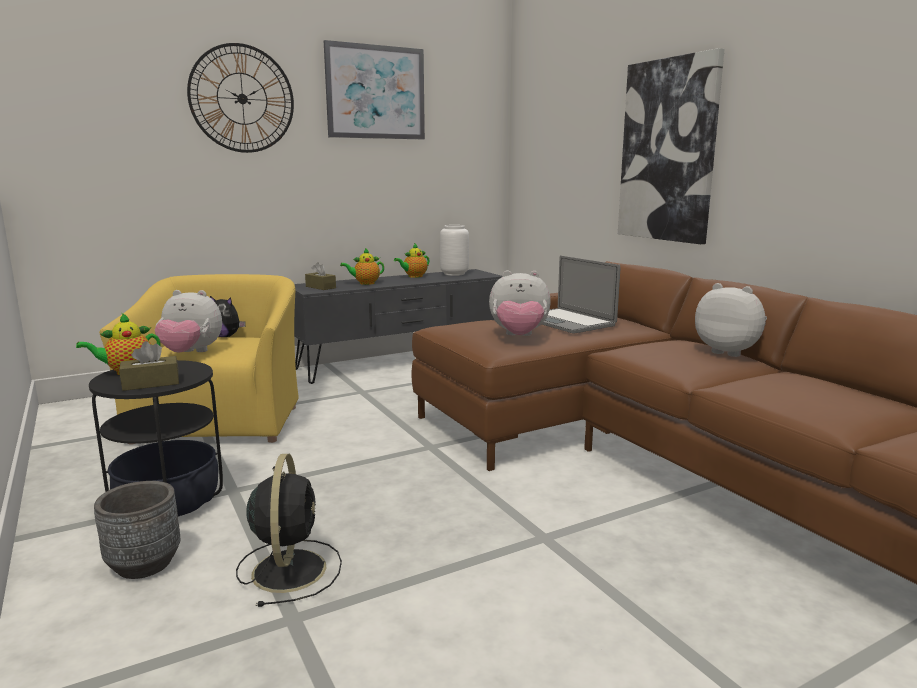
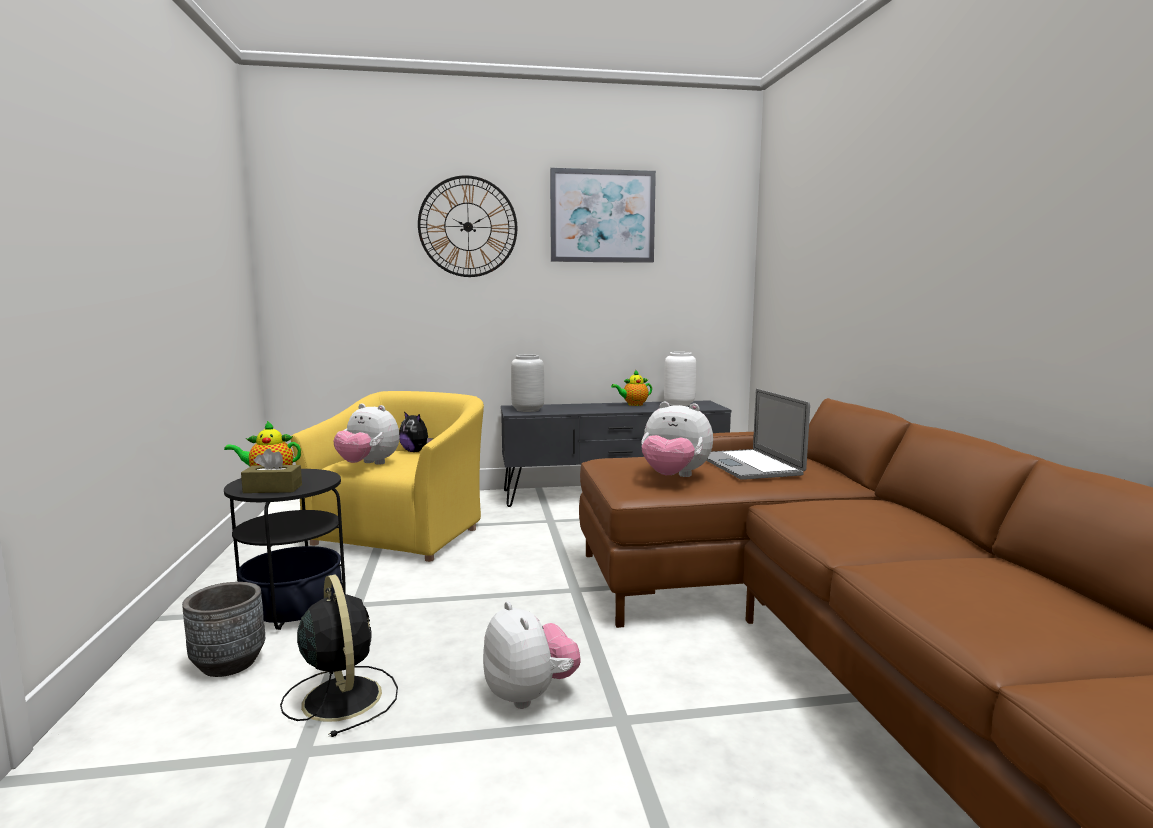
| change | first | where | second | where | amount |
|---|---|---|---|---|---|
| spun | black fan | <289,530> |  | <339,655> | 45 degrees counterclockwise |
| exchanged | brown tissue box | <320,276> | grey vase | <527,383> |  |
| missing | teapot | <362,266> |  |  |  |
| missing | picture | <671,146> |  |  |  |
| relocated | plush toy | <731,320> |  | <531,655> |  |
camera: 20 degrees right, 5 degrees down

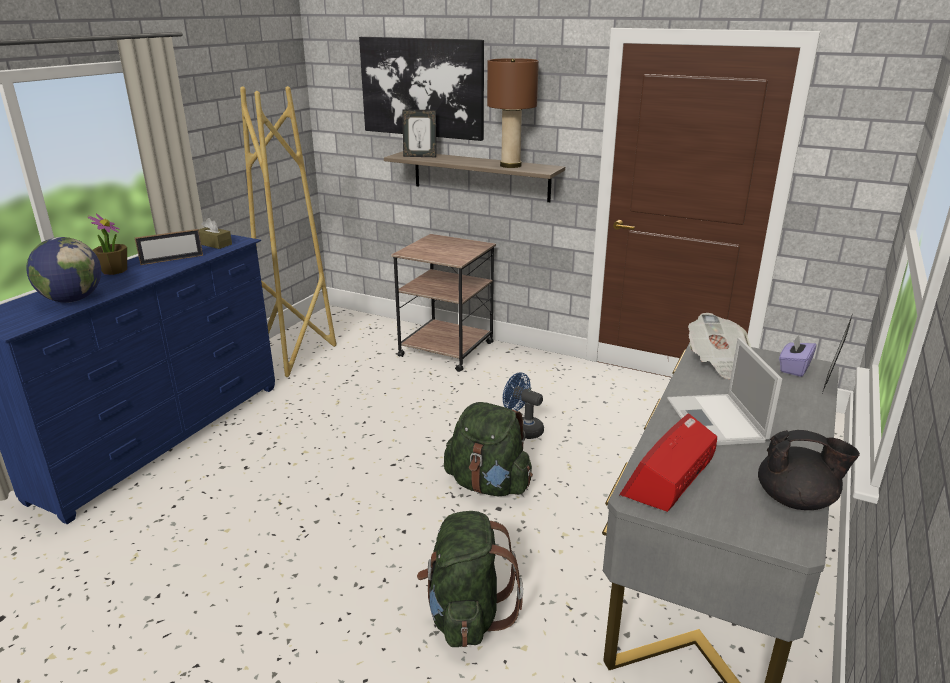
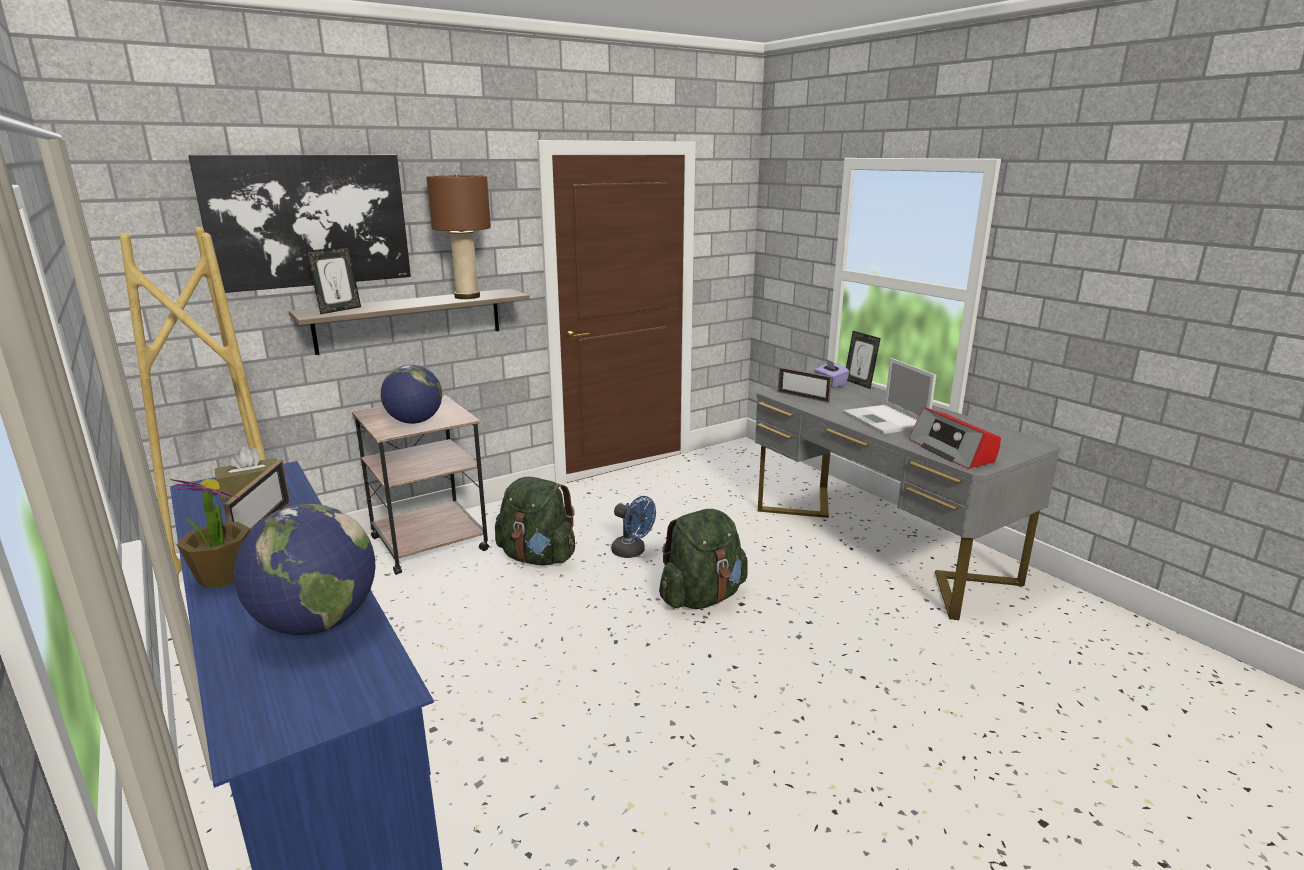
| change | first | where | second | where | amount |
|---|---|---|---|---|---|
| relocated | green backpack | <470,579> |  | <535,521> |  |
| spun | blue fan | <523,405> |  | <634,527> | 120 degrees counterclockwise |
| spun | laptop | <724,392> |  | <890,396> | 45 degrees clockwise |
| exchanged | newspaper | <719,346> | picture frame | <805,385> |  |
| missing | black teapot | <809,470> |  |  |  |
| appeared |  |  | globe | <411,394> |  |
camera: 60 degrees left, 5 degrees down

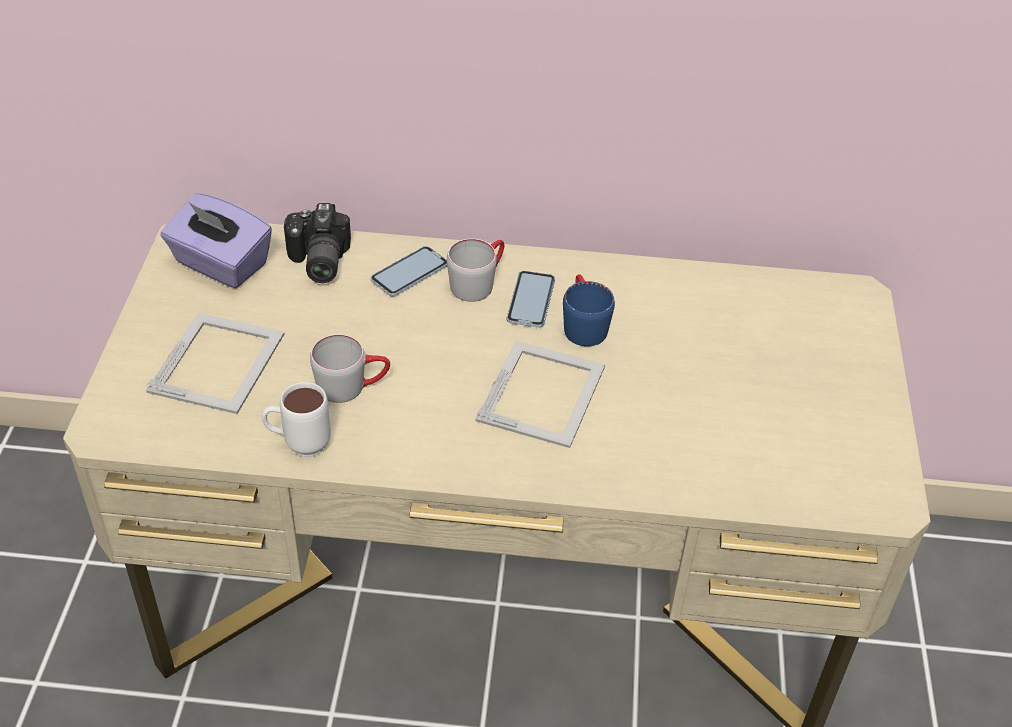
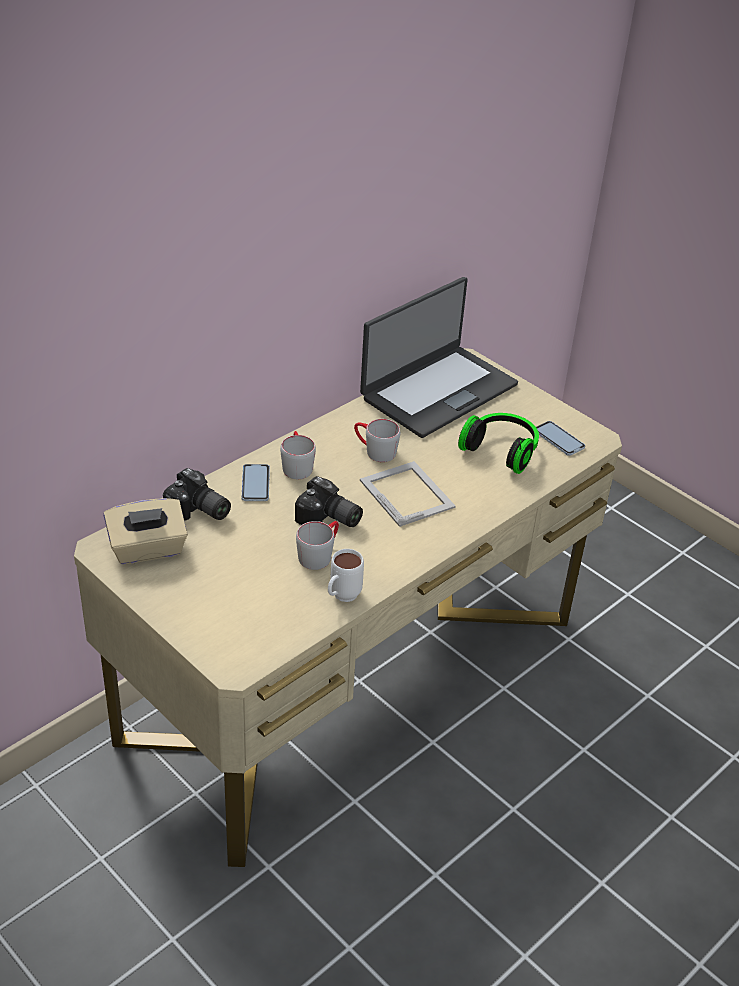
| change | first | where | second | where | amount |
|---|---|---|---|---|---|
| missing | picture frame | <215,363> |  |  |  |
| colour | purple tissue box | <216,240> | beige tissue box | <146,531> |  |
| relocated | phone | <531,299> |  | <560,438> |  |
| colour | blue mug | <589,310> | grey mug | <377,440> |  |
| appeared |  |  | photo camera | <329,501> |  |
| appeared |  |  | laptop | <439,357> |  |
| appeared |  |  | headphones | <498,443> |  |
camera: 50 degrees left, 5 degrees down

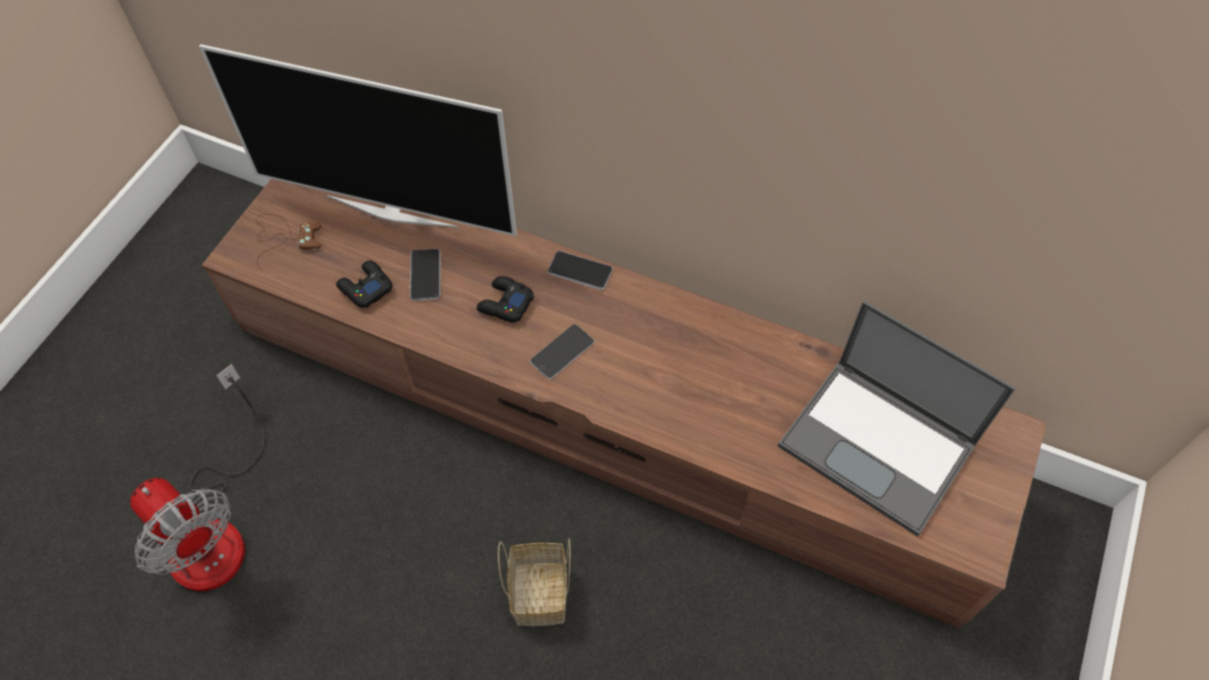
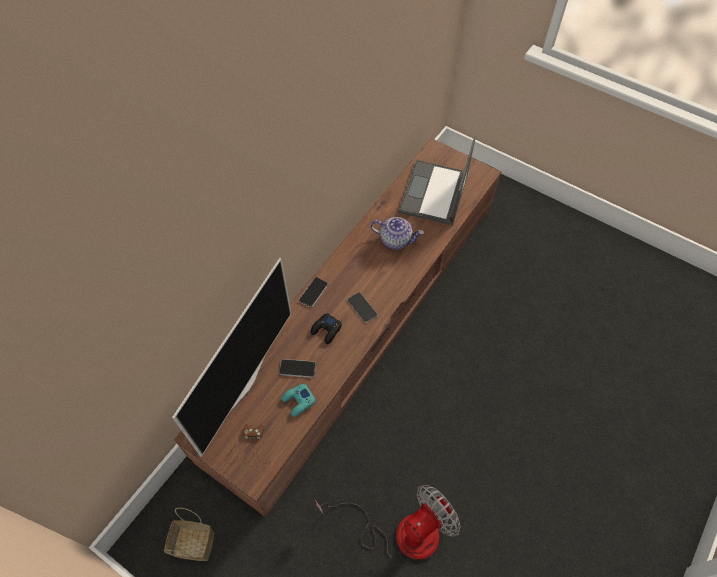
| change | first | where | second | where | amount |
|---|---|---|---|---|---|
| colour | black game controller | <364,284> | turquoise game controller | <299,400> |  |
| relocated | basket | <534,582> |  | <189,534> |  |
| spun | laptop | <897,419> |  | <437,181> | 150 degrees clockwise |
| appeared |  |  | teapot | <397,233> |  |
camera: 80 degrees left, 0 degrees up

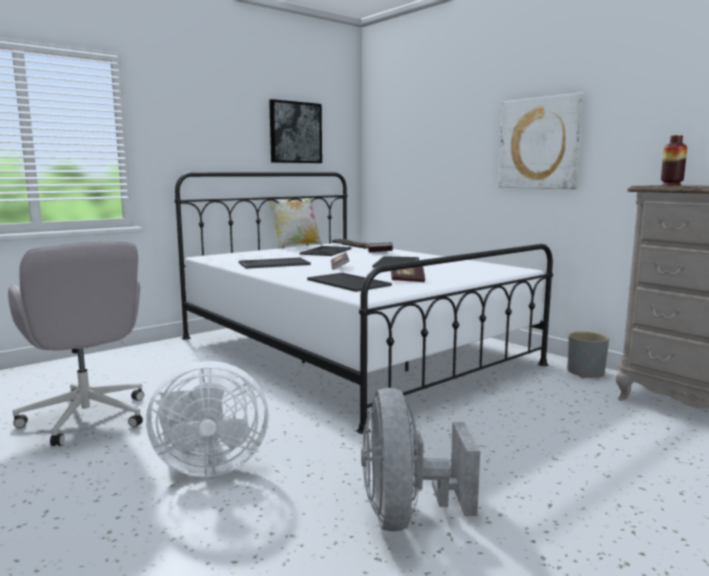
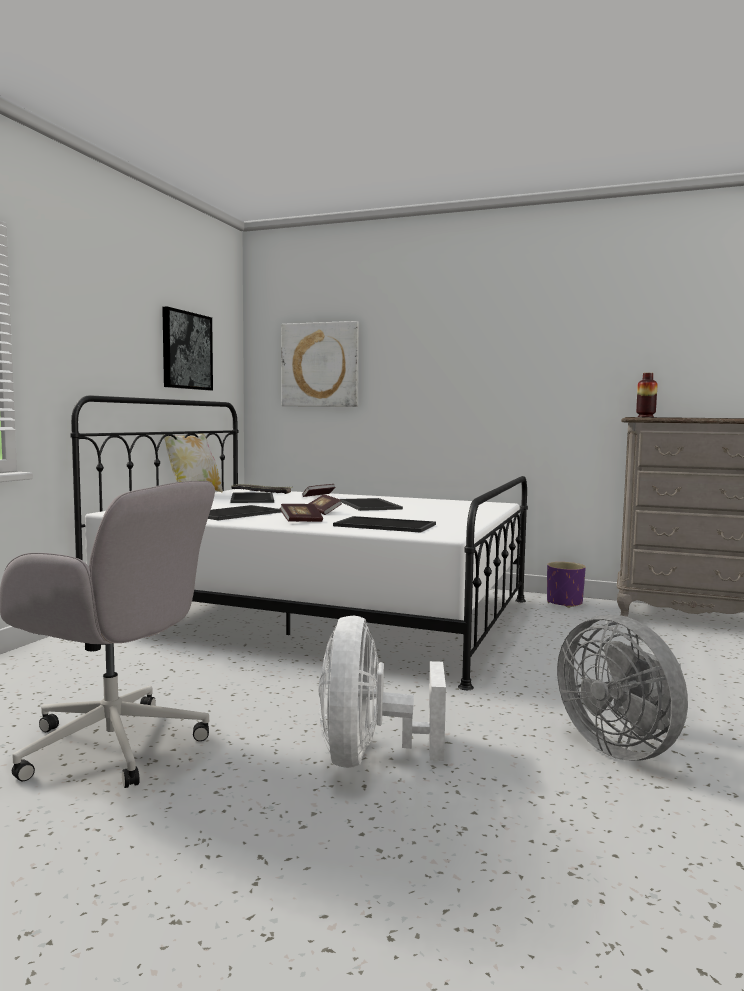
| change | first | where | second | where | amount |
|---|---|---|---|---|---|
| spun | white fan | <207,419> |  | <382,692> | 135 degrees clockwise |
| relocated | book | <408,274> |  | <301,513> |  |
| relocated | picture | <541,141> |  | <320,364> |  |
| colour | grey planter | <588,354> | purple planter | <566,585> |  |
camera: 30 degrees left, 5 degrees down

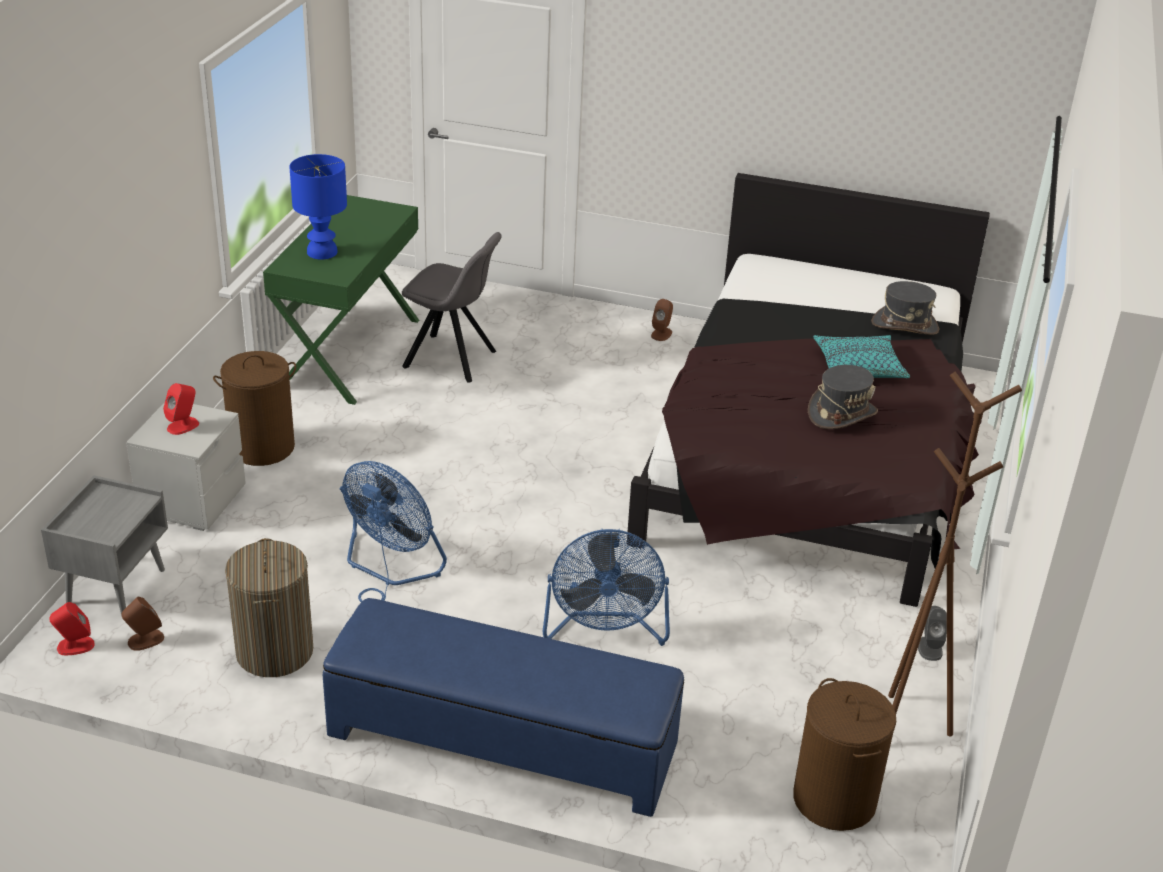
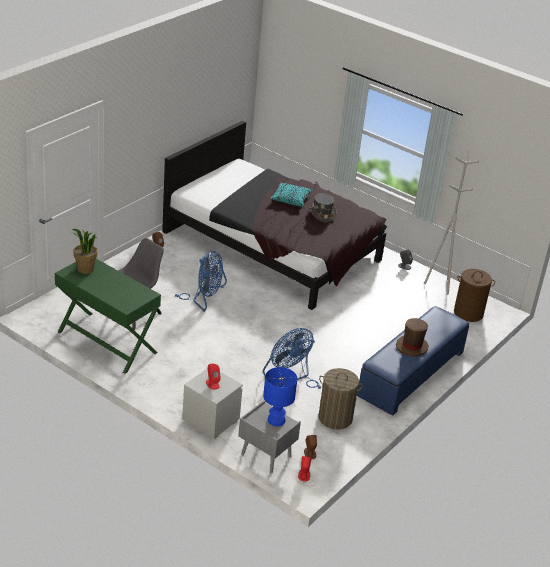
| change | first | where | second | where | amount |
|---|---|---|---|---|---|
| missing | brown laundry basket | <254,408> |  |  |  |
| relocated | blue table lamp | <318,207> |  | <280,396> |  |
| relocated | blue fan | <606,587> |  | <201,281> |  |
| missing | grey hat | <905,308> |  |  |  |
| colour | brown clothes rack | <955,554> | grey clothes rack | <451,222> |  |
| appeared |  |  | potted plant | <84,251> |  |
| appeared |  |  | brown hat | <412,337> |  |
camera: 70 degrees left, 0 degrees up

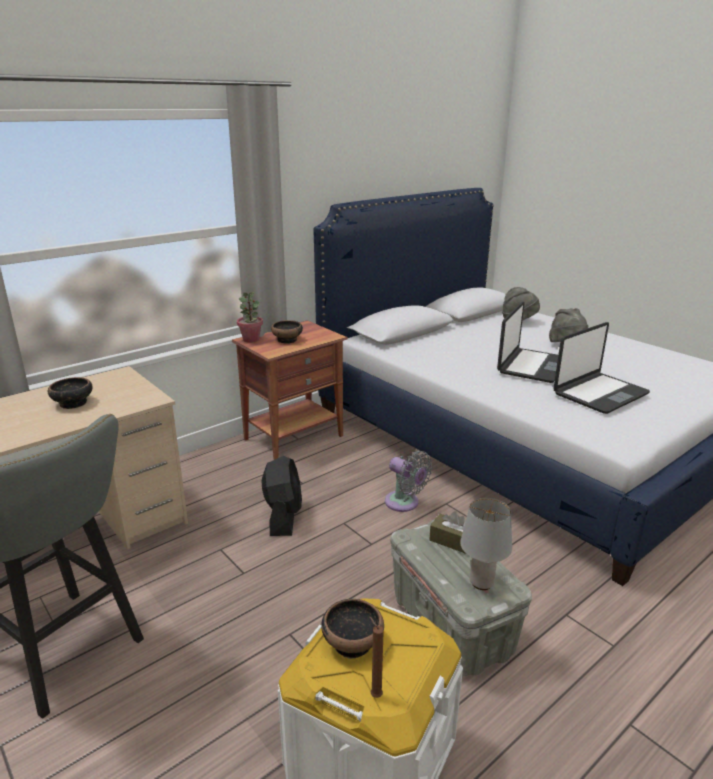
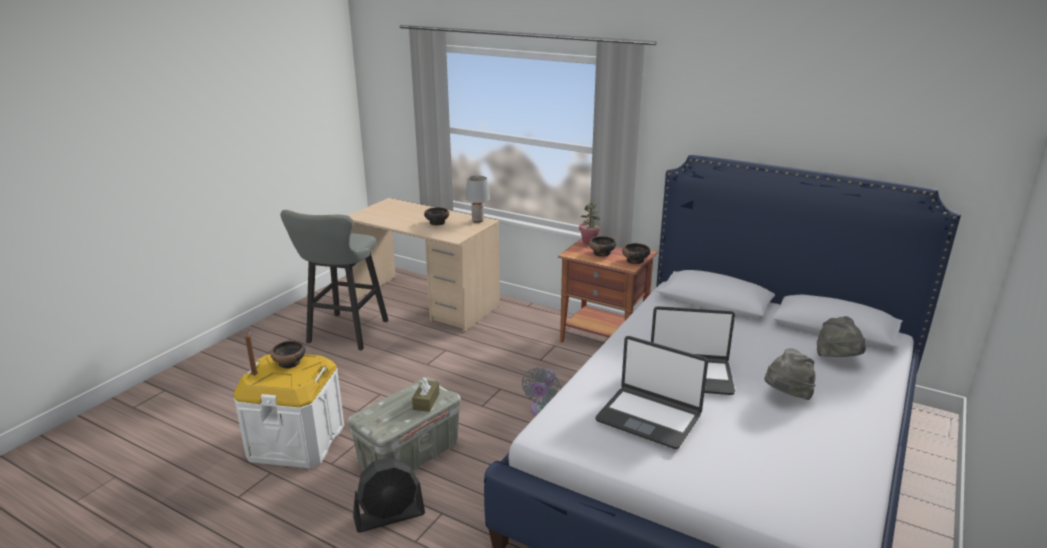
| change | first | where | second | where | amount |
|---|---|---|---|---|---|
| relocated | black fan | <281,496> |  | <389,494> |  |
| relocated | grey table lamp | <486,544> |  | <477,199> |  |
| appeared |  |  | bowl | <636,253> |  |
camera: 70 degrees right, 0 degrees up

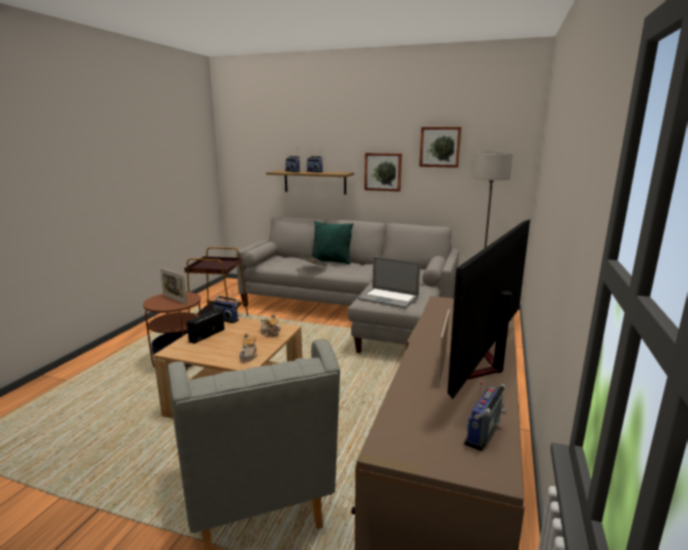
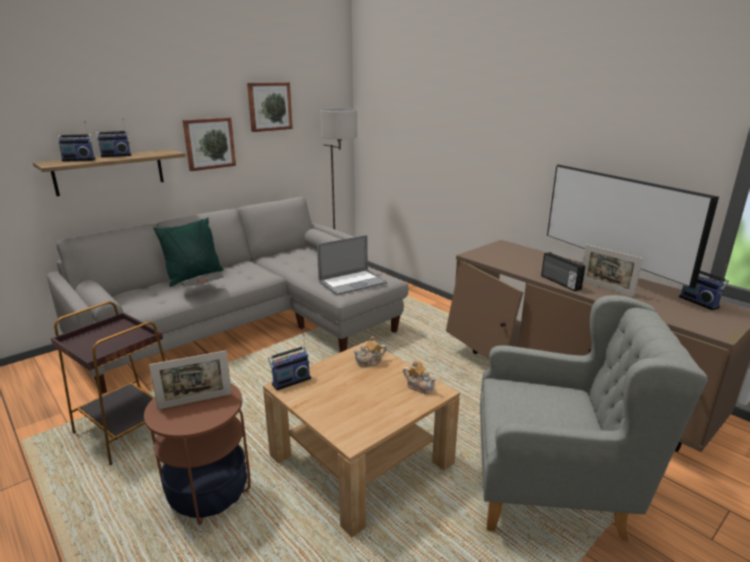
| change | first | where | second | where | amount |
|---|---|---|---|---|---|
| relocated | radio | <206,326> |  | <563,271> |  |
camera: 60 degrees left, 5 degrees up

